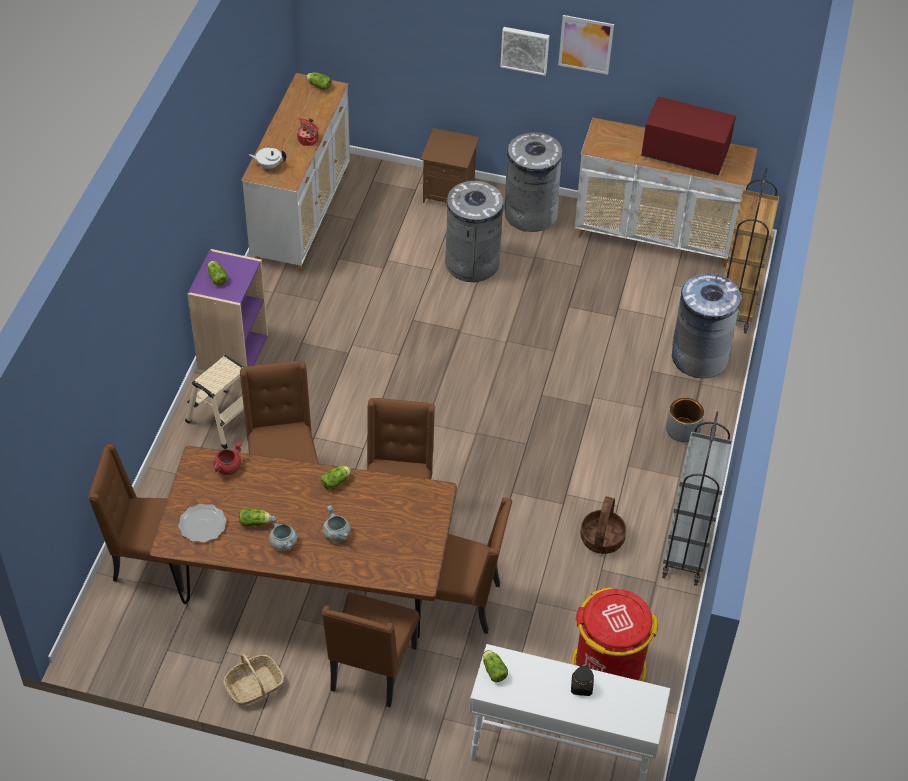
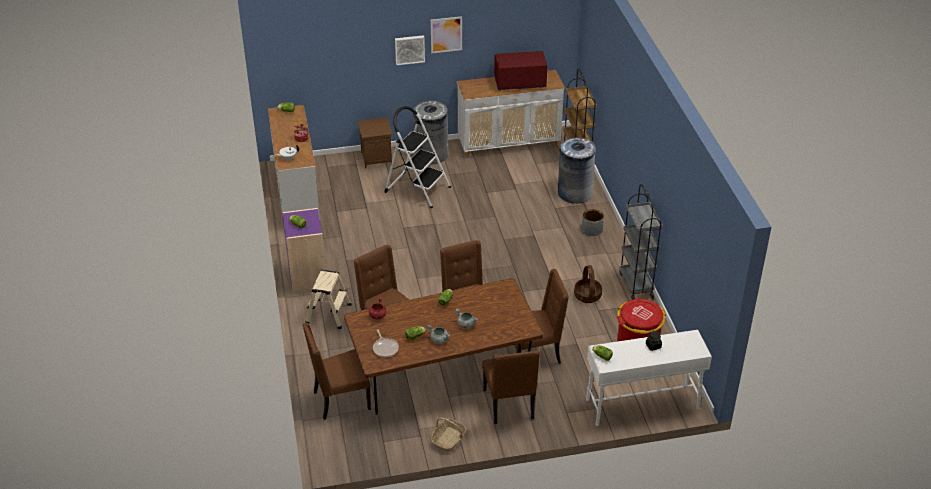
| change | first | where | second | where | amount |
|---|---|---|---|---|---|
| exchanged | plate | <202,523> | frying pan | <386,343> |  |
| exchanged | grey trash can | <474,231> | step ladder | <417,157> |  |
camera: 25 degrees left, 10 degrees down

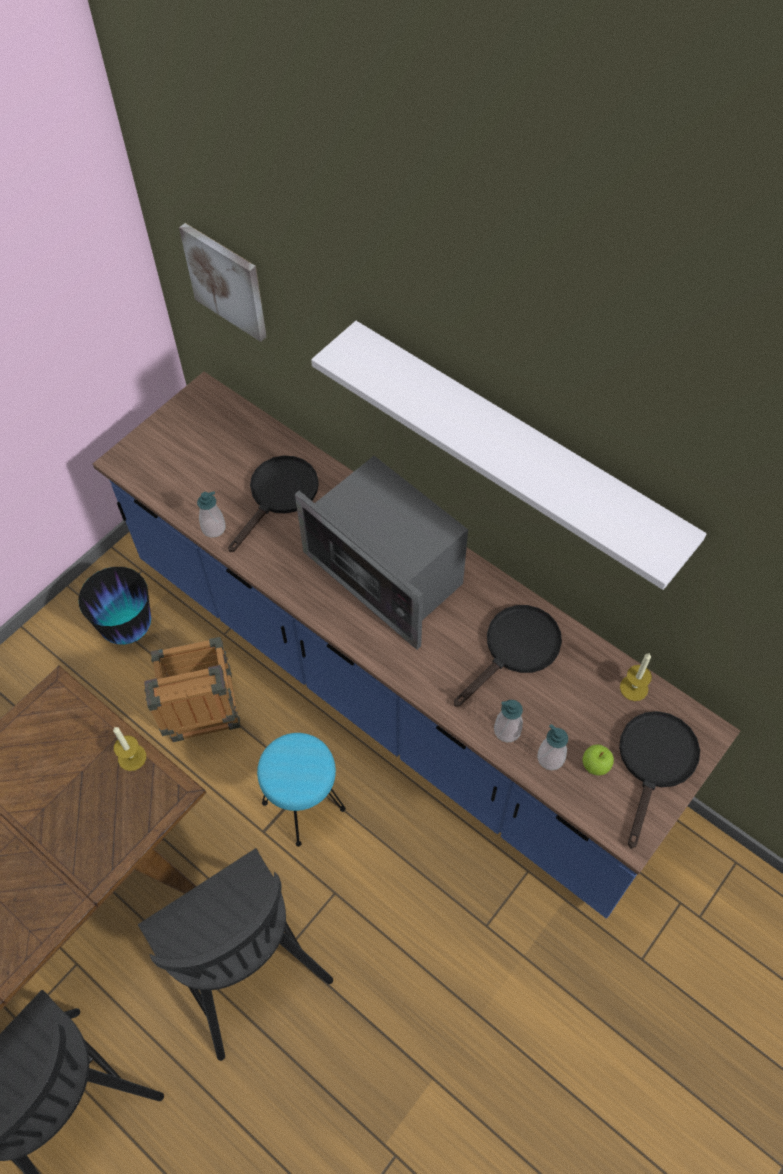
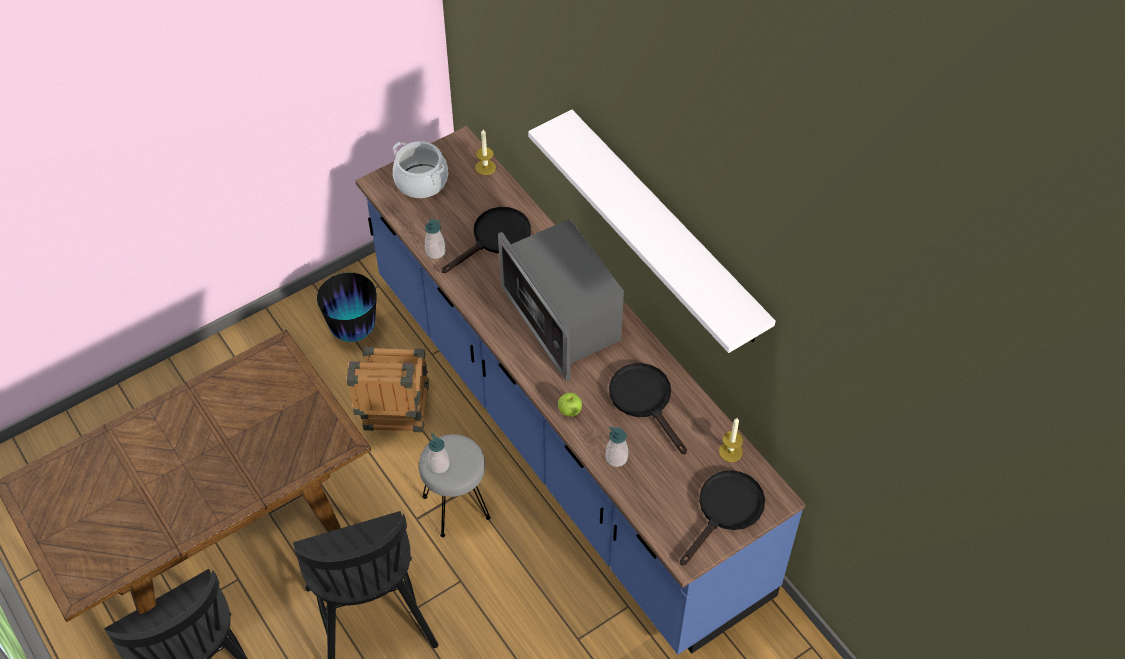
| change | first | where | second | where | amount |
|---|---|---|---|---|---|
| relocated | candle | <129,749> |  | <485,152> |  |
| missing | picture | <223,282> |  |  |  |
| colour | turquoise stool | <301,789> | grey stool | <455,485> |  |
| spun | black frying pan | <508,655> |  | <648,408> | 90 degrees counterclockwise |
| relocated | soap dispenser | <552,747> |  | <439,453> |  |
| relocated | apple | <598,759> |  | <570,404> |  |
| appeared |  |  | cooking pot | <420,169> |  |
camera: 15 degrees right, 5 degrees down

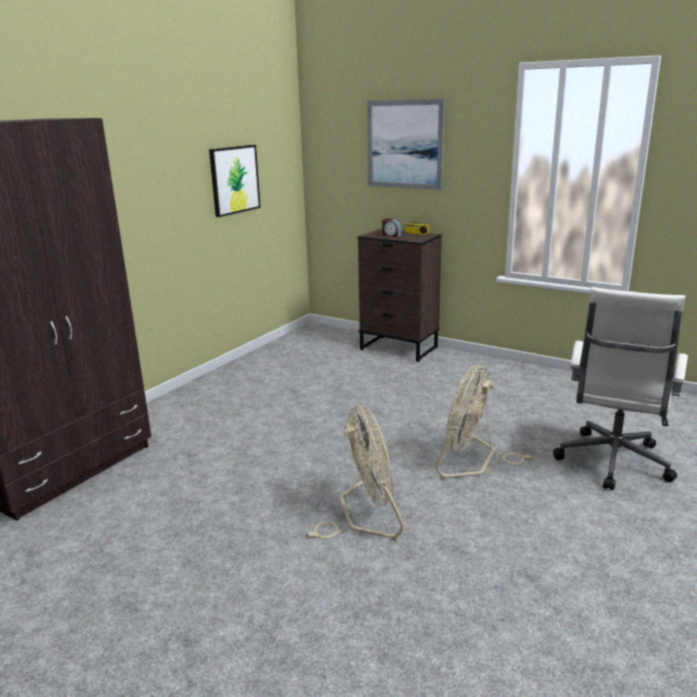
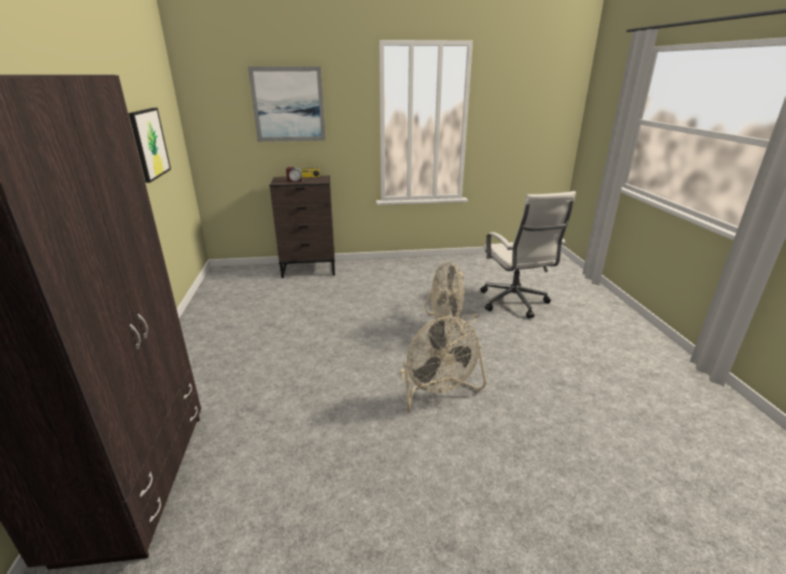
| change | first | where | second | where | amount |
|---|---|---|---|---|---|
| spun | beige fan | <355,473> |  | <443,364> | 120 degrees clockwise |
camera: 40 degrees left, 5 degrees up

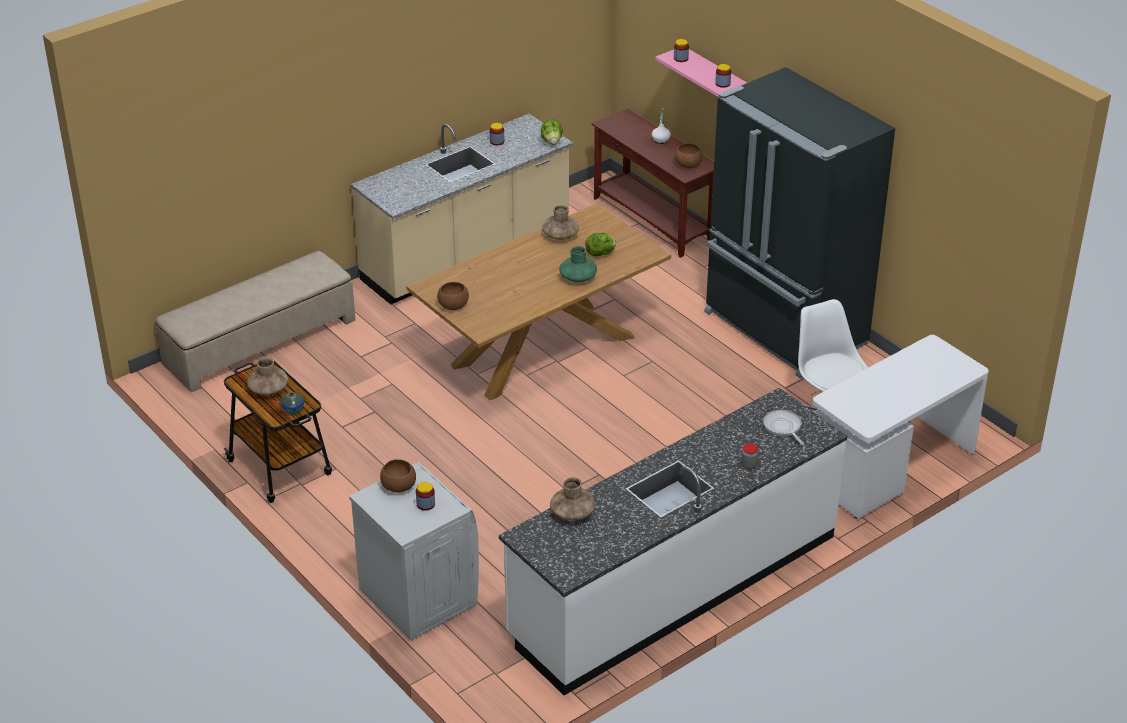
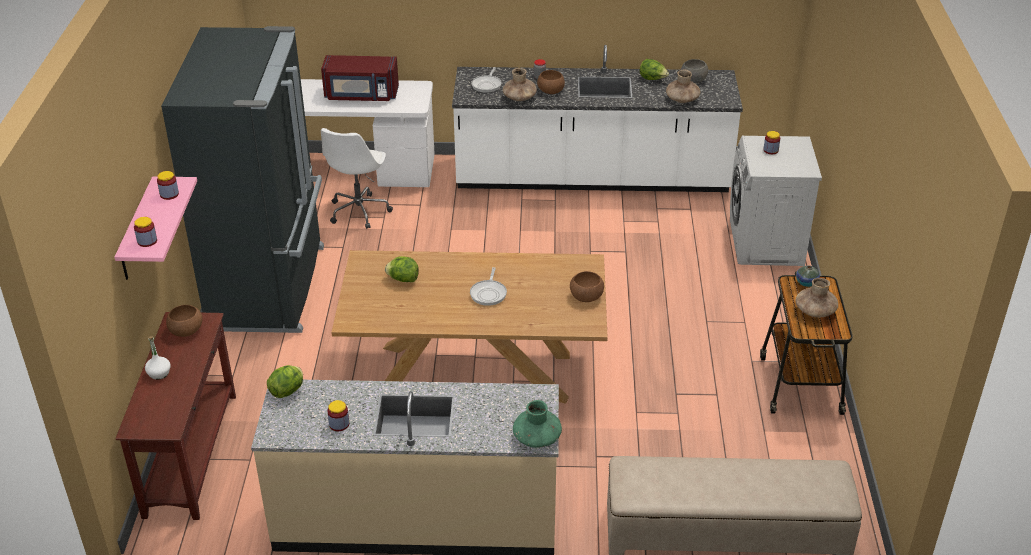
| change | first | where | second | where | amount |
|---|---|---|---|---|---|
| relocated | brown bowl | <398,476> |  | <551,82> |  |
| relocated | brown vase | <560,222> |  | <520,84> |  |
| relocated | green vase | <578,264> |  | <537,424> |  |
| appeared |  |  | red microwave | <360,78> |  |
| appeared |  |  | frying pan | <488,286> |  |
| appeared |  |  | lettuce | <654,69> |  |
| appeared |  |  | grey bowl | <694,71> |  |
camera: 140 degrees left, 0 degrees up

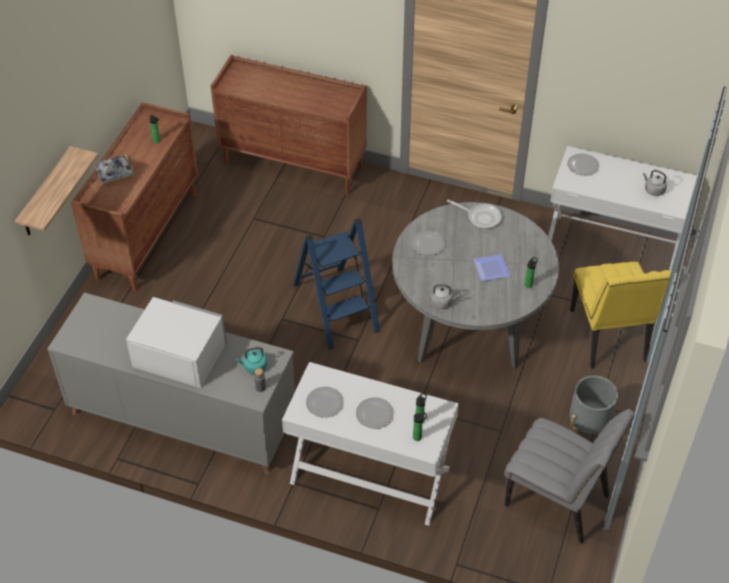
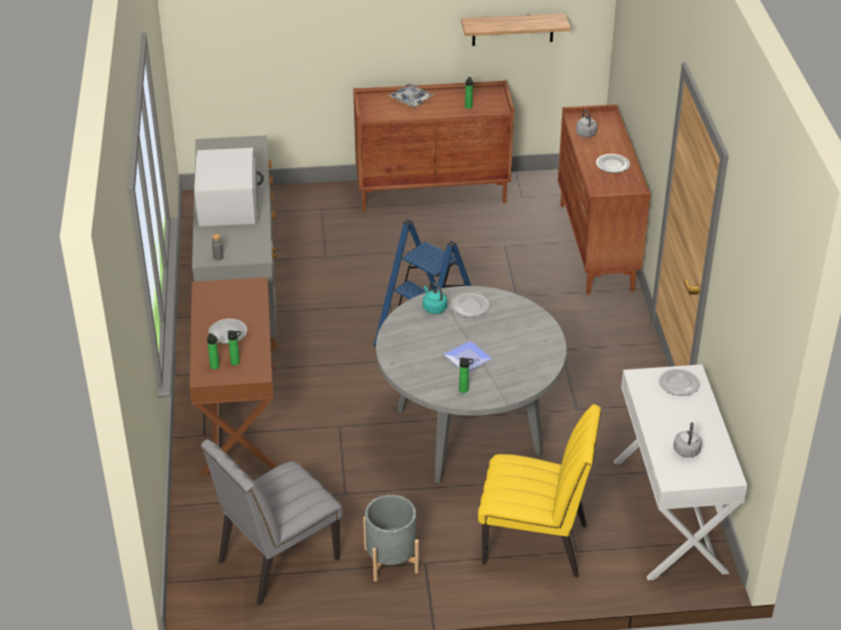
| change | first | where | second | where | amount |
|---|---|---|---|---|---|
| relocated | shelf | <57,190> |  | <516,29> |  |
| relocated | turquoise kettle | <251,360> |  | <435,298> |  |
| colour | white console table | <370,444> | brown console table | <234,376> |  |
| relocated | plate | <325,402> |  | <613,163> |  |
| relocated | grey kettle | <445,296> |  | <586,123> |  |
| missing | frying pan | <474,214> |  |  |  |
| spun | grey chair | <569,476> |  | <272,522> | 45 degrees clockwise |
| spun | yellow chair | <621,315> |  | <539,490> | 135 degrees counterclockwise |
camera: 65 degrees right, 10 degrees down

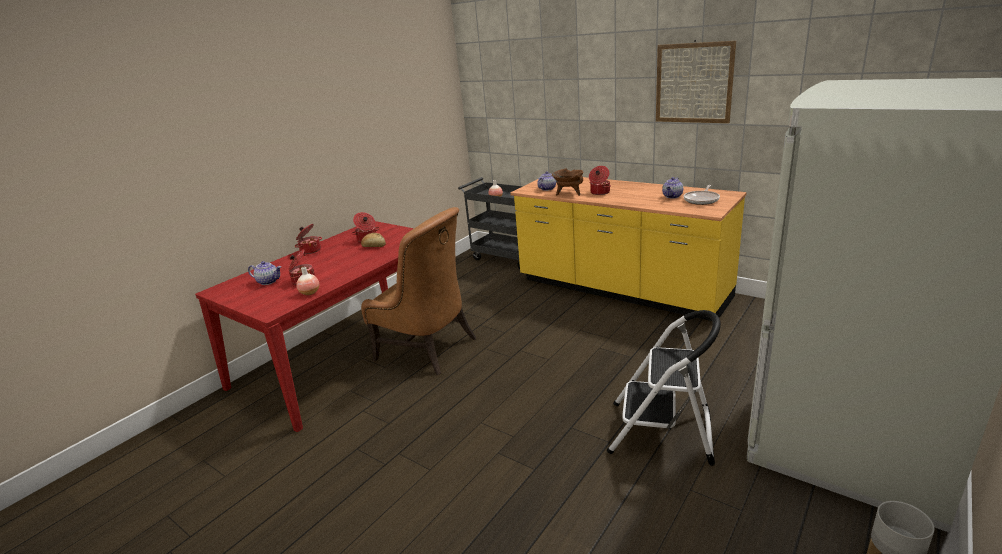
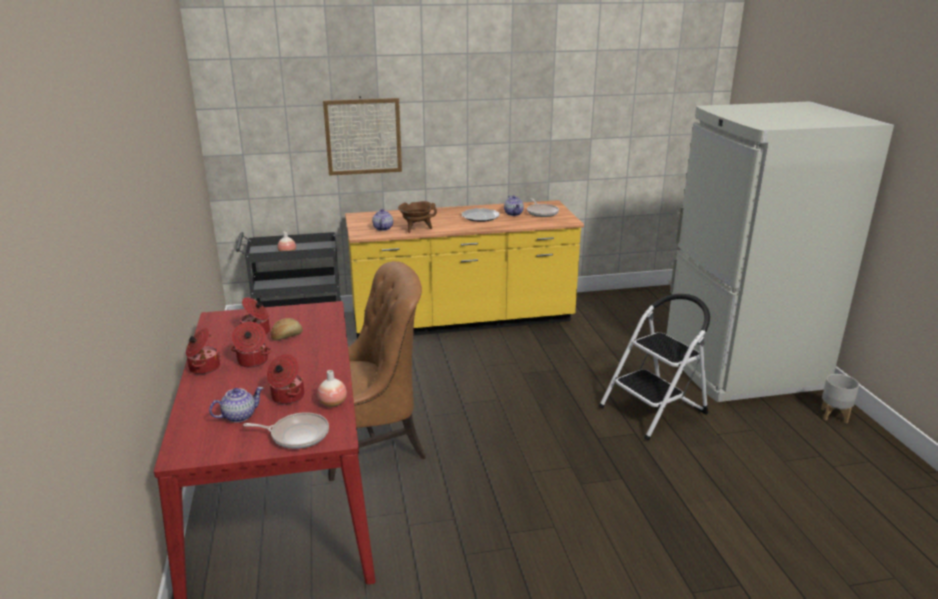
| change | first | where | second | where | amount |
|---|---|---|---|---|---|
| relocated | cooking pot | <600,180> |  | <251,344> |  |
| relocated | picture | <696,81> |  | <362,136> |  |
| appeared |  |  | frying pan | <286,430> |  |
| appeared |  |  | plate | <480,215> |  |
camera: 50 degrees left, 0 degrees up

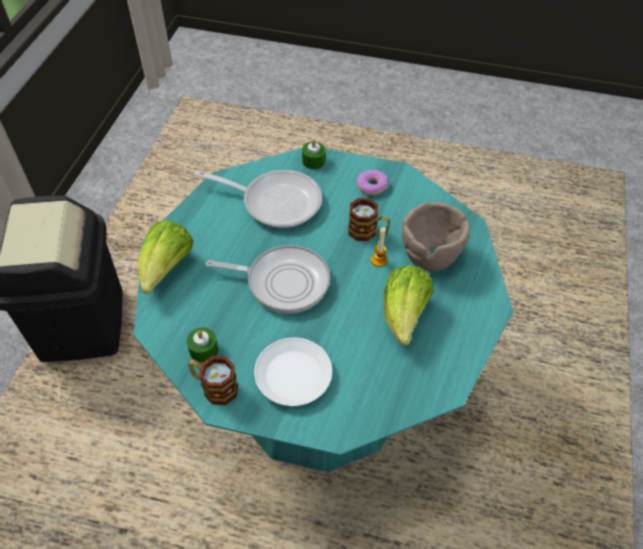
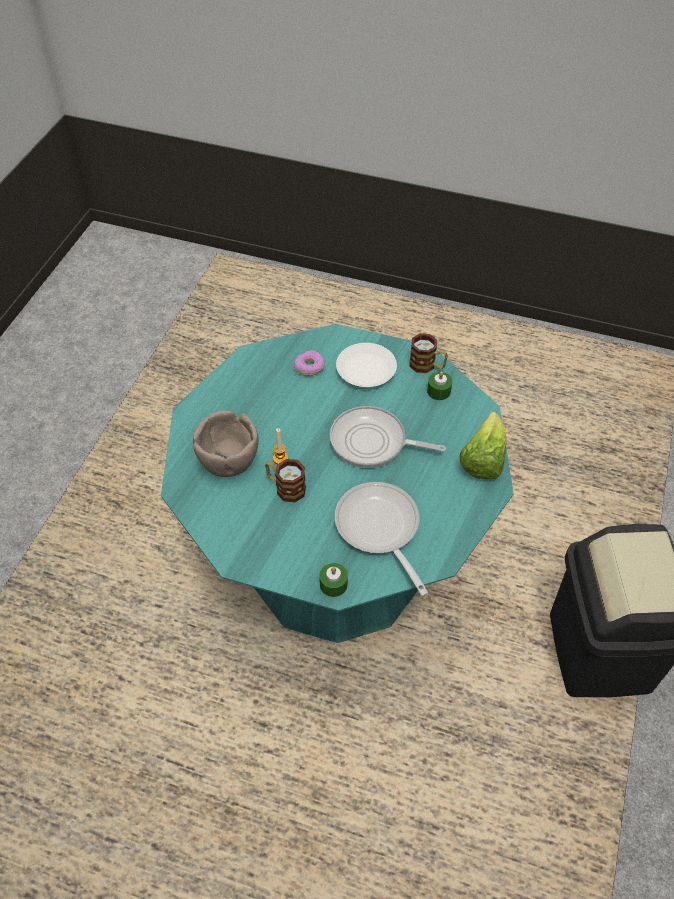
| change | first | where | second | where | amount |
|---|---|---|---|---|---|
| spun | frying pan | <258,199> |  | <381,539> | 45 degrees clockwise |
| relocated | donut | <373,182> |  | <309,363> |  |
| missing | lettuce | <408,305> |  |  |  |
camera: 175 degrees left, 0 degrees up

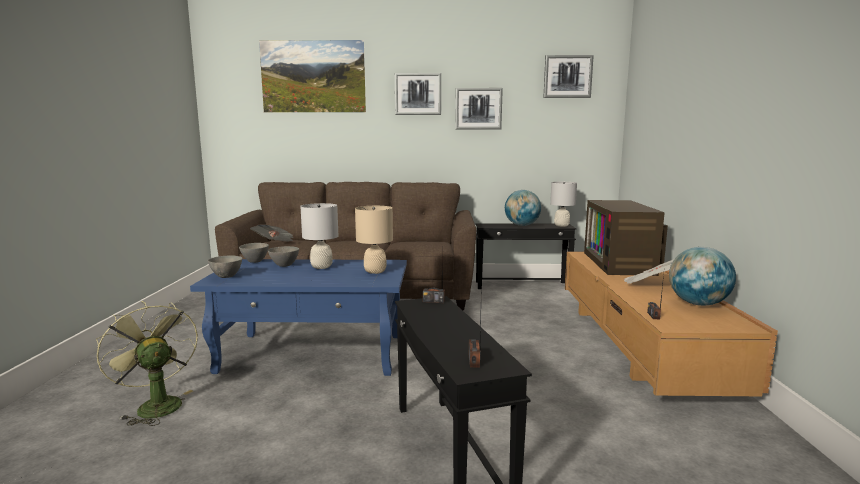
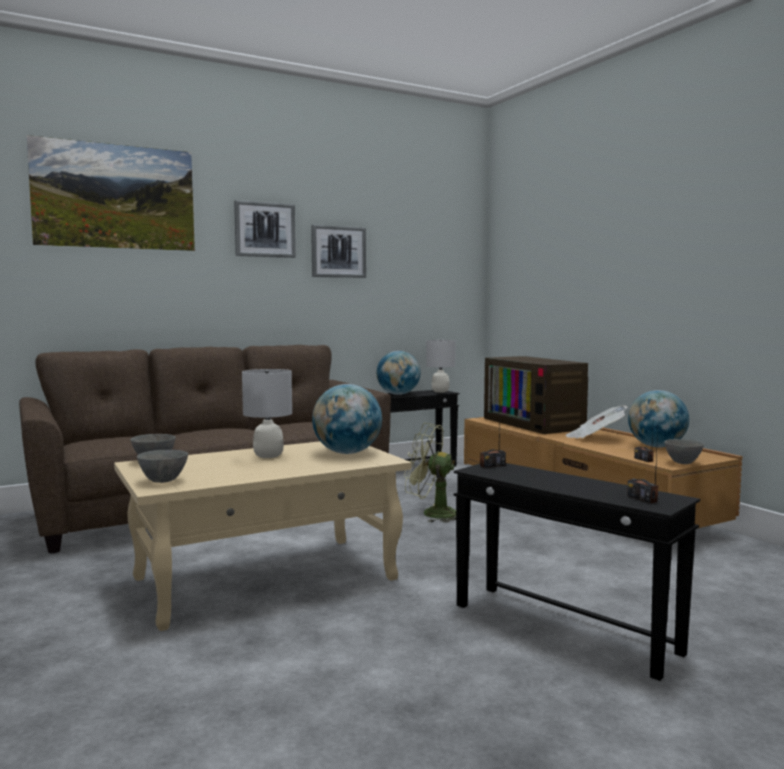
| change | first | where | second | where | amount |
|---|---|---|---|---|---|
| relocated | green fan | <147,363> |  | <430,473> |  |
| colour | blue coffee table | <298,317> | beige coffee table | <263,536> |  |
| missing | newspaper | <272,232> |  |  |  |
| relocated | grey bowl | <283,256> |  | <684,451> |  |
| exchanged | beige table lamp | <374,240> | globe | <347,419> |  |
| missing | picture | <569,76> |  |  |  |
camera: 30 degrees left, 5 degrees down

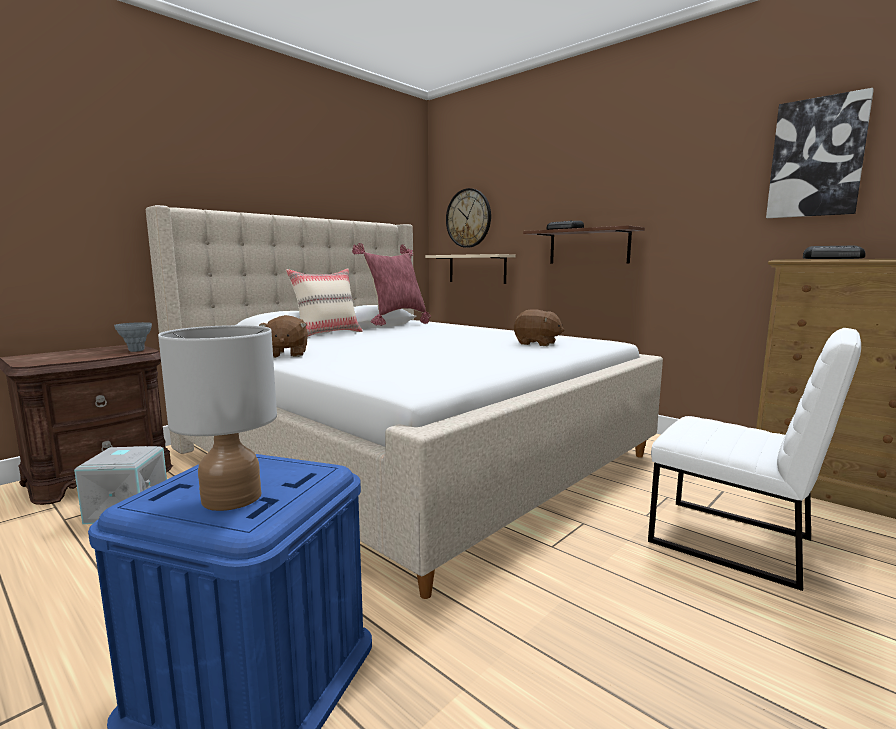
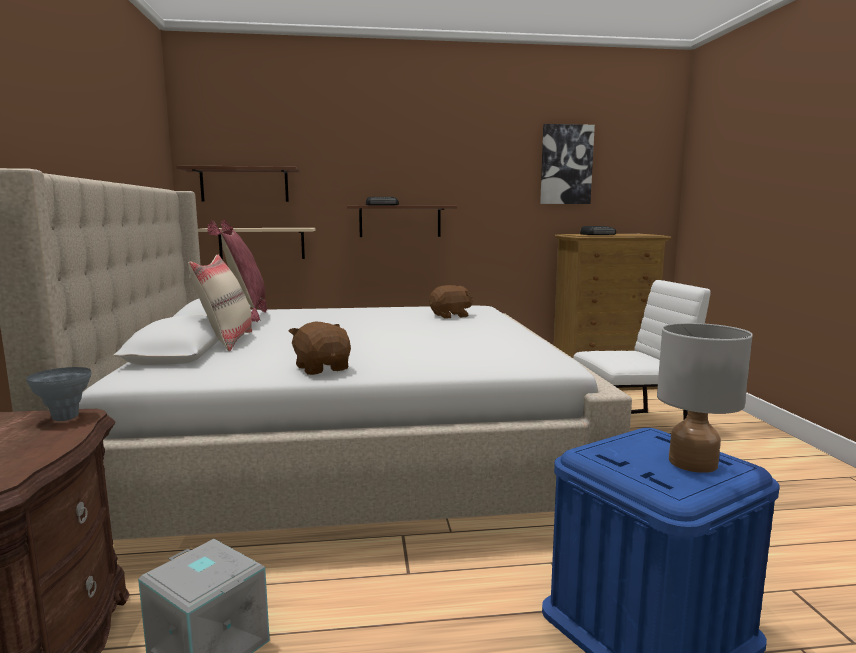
| change | first | where | second | where | amount |
|---|---|---|---|---|---|
| spun | brown plush toy | <283,336> |  | <320,348> | 150 degrees counterclockwise |
| exchanged | wall clock | <468,218> | brown shelf | <237,183> |  |
camera: 50 degrees left, 0 degrees up

